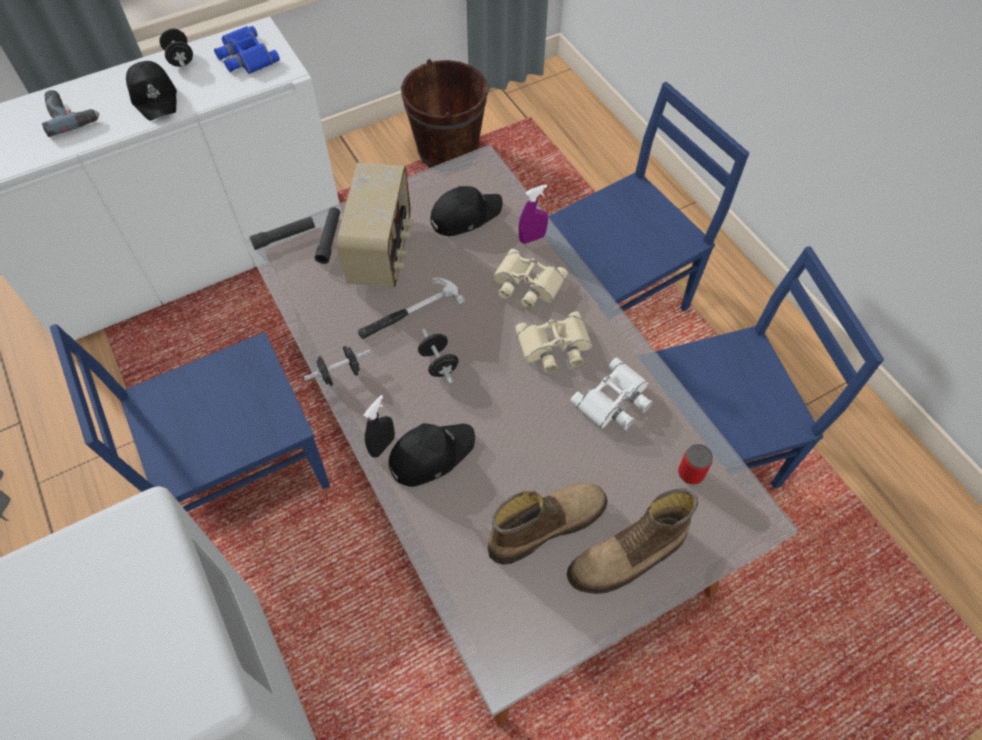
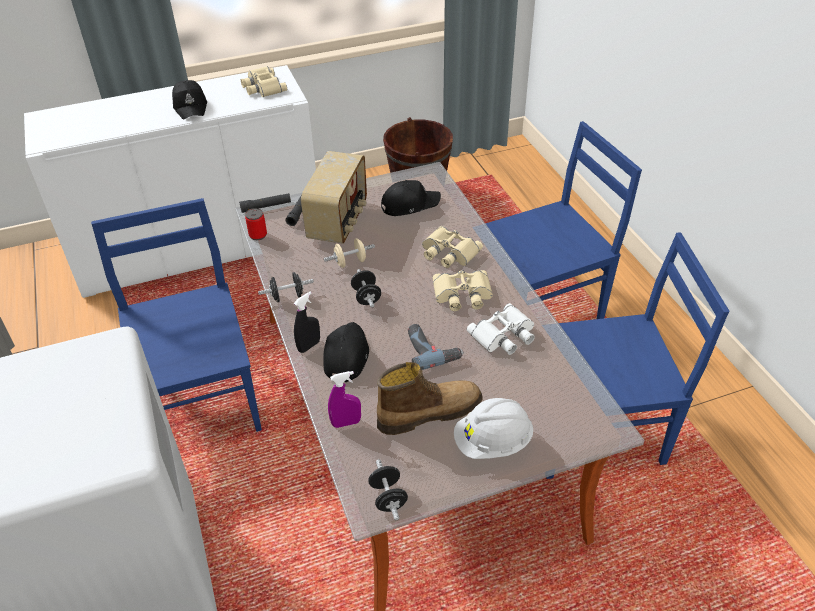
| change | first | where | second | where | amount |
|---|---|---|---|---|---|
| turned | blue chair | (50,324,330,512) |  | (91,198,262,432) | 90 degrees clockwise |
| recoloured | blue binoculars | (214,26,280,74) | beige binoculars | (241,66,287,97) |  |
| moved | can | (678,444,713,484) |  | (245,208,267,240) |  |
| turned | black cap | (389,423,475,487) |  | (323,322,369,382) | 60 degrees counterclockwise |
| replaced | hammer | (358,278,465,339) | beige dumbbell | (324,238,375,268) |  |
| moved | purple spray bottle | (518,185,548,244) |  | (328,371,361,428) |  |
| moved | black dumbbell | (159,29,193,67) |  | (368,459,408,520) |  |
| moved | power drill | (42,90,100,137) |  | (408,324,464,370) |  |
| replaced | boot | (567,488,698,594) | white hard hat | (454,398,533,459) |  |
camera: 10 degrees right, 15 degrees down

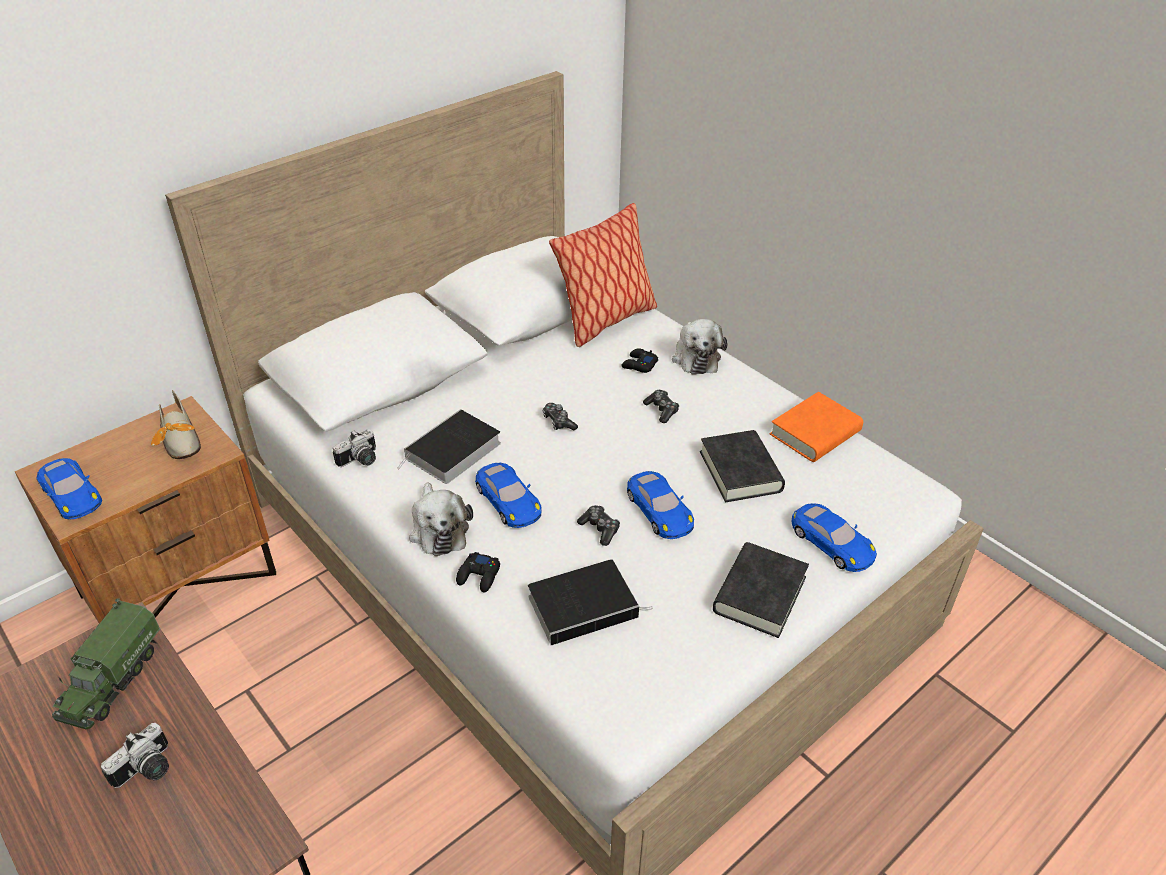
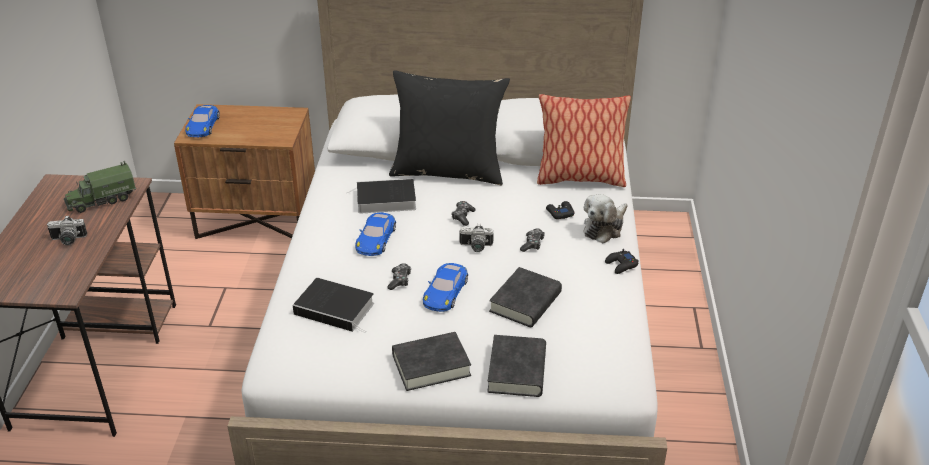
| change | first | where | second | where | amount |
|---|---|---|---|---|---|
| added |  |  | black pillow | (389,70,510,185) |  |
| moved | photo camera | (333,429,376,467) |  | (459,224,494,252) |  |
| replaced | blue toy car | (791,503,877,572) | black book | (487,335,546,397) |  |
| moved | black game controller | (456,552,500,592) |  | (605,249,639,274) |  |
| removed | shoe | (151,390,201,459) |  |  |  |
| removed | plush toy | (409,483,473,556) |  |  |  |
| removed | orange book | (770,392,863,462) |  |  |  |
camera: 45 degrees right, 5 degrees down

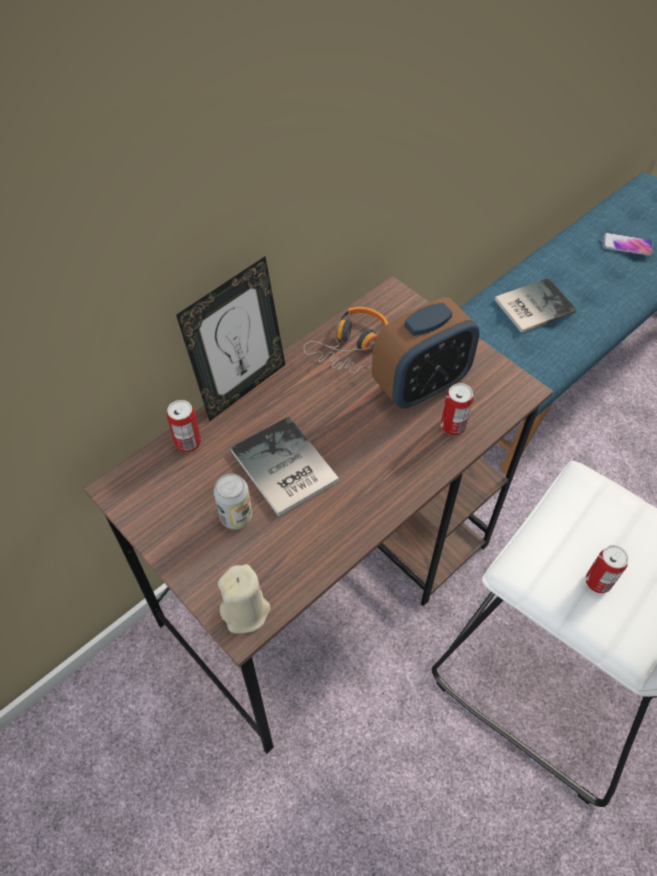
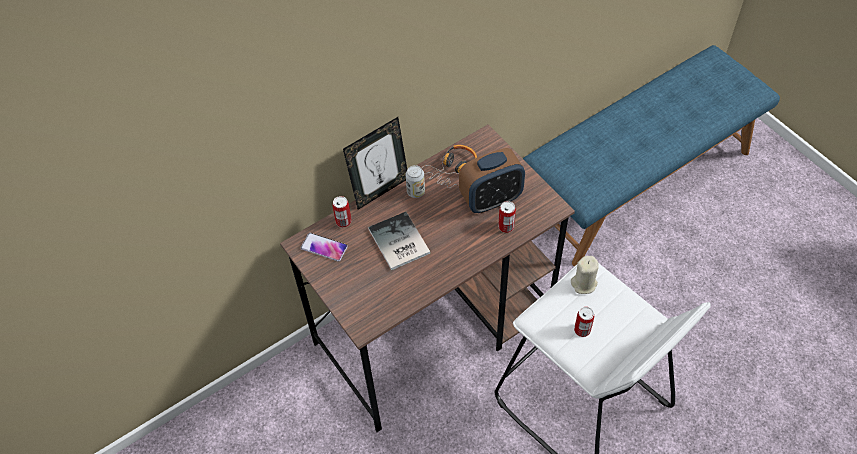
| change | first | where | second | where | amount |
|---|---|---|---|---|---|
| moved | phone | (603,233,652,256) |  | (301,233,348,262) |  |
| moved | can | (214,474,252,529) |  | (406,165,425,198) |  |
| moved | beige candle | (218,564,271,633) |  | (571,256,599,294) |  |
| removed | book | (495,278,576,333) |  |  |  |
camera: 10 degrees right, 0 degrees up

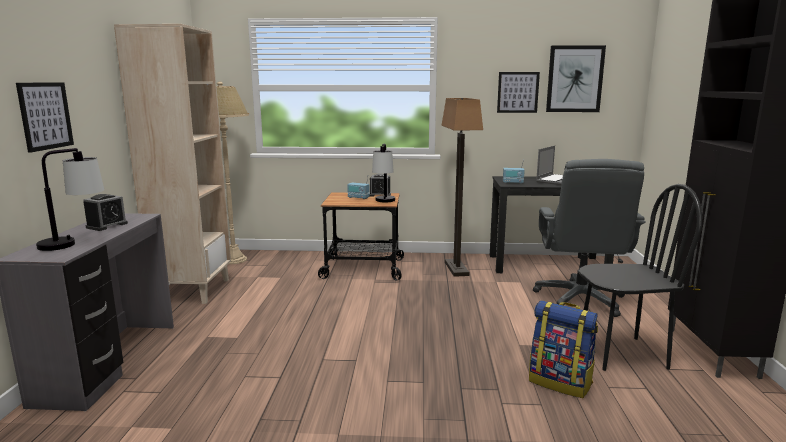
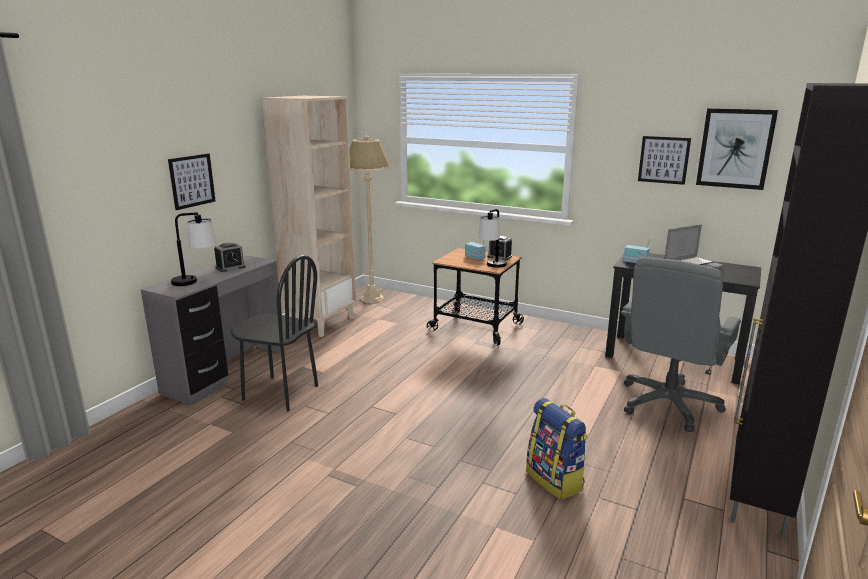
| change | first | where | second | where | amount |
|---|---|---|---|---|---|
| moved | black chair | (579,184,702,371) |  | (230,255,318,411) |  |
| removed | floor lamp | (441,98,483,277) |  |  |  |
camera: 25 degrees right, 5 degrees up

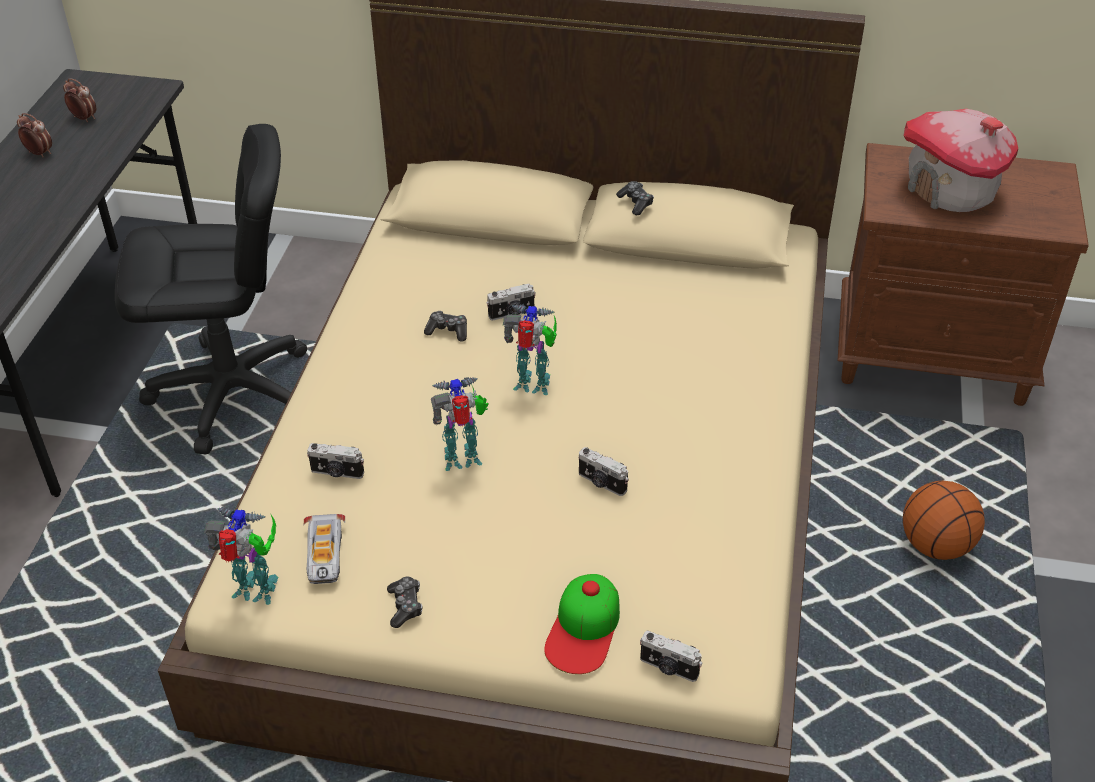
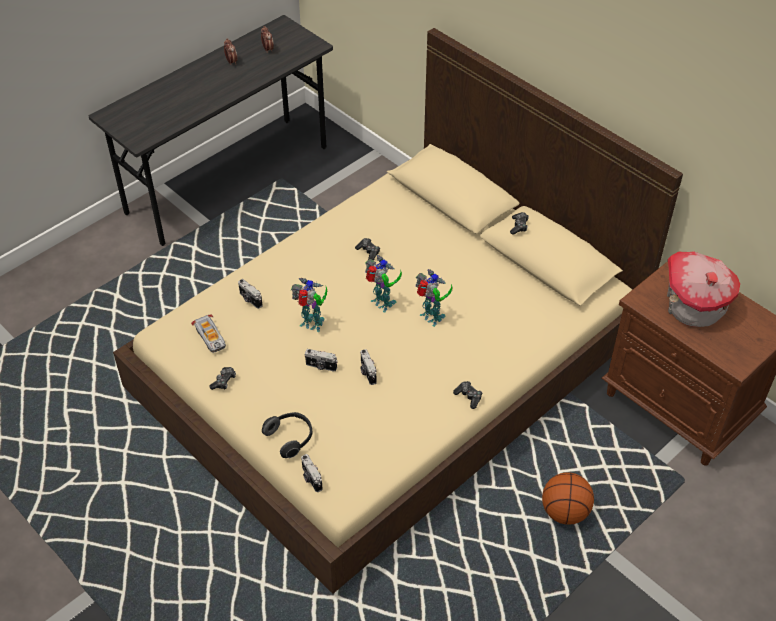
| change | first | where | second | where | amount |
|---|---|---|---|---|---|
| turned | toy car | (304,514,345,584) |  | (191,314,226,353) | 60 degrees counterclockwise |
| replaced | cap | (544,574,620,674) | headphones | (262,412,313,458) |  |
| moved | photo camera | (486,284,536,321) |  | (304,349,338,372) |  |
| moved | toy robot | (204,507,278,605) |  | (416,269,452,327) |  |
| added |  |  | game controller | (453,381,483,409) |  |
| removed | black office chair | (115,124,307,455) |  |  |  |
camera: 35 degrees right, 5 degrees up

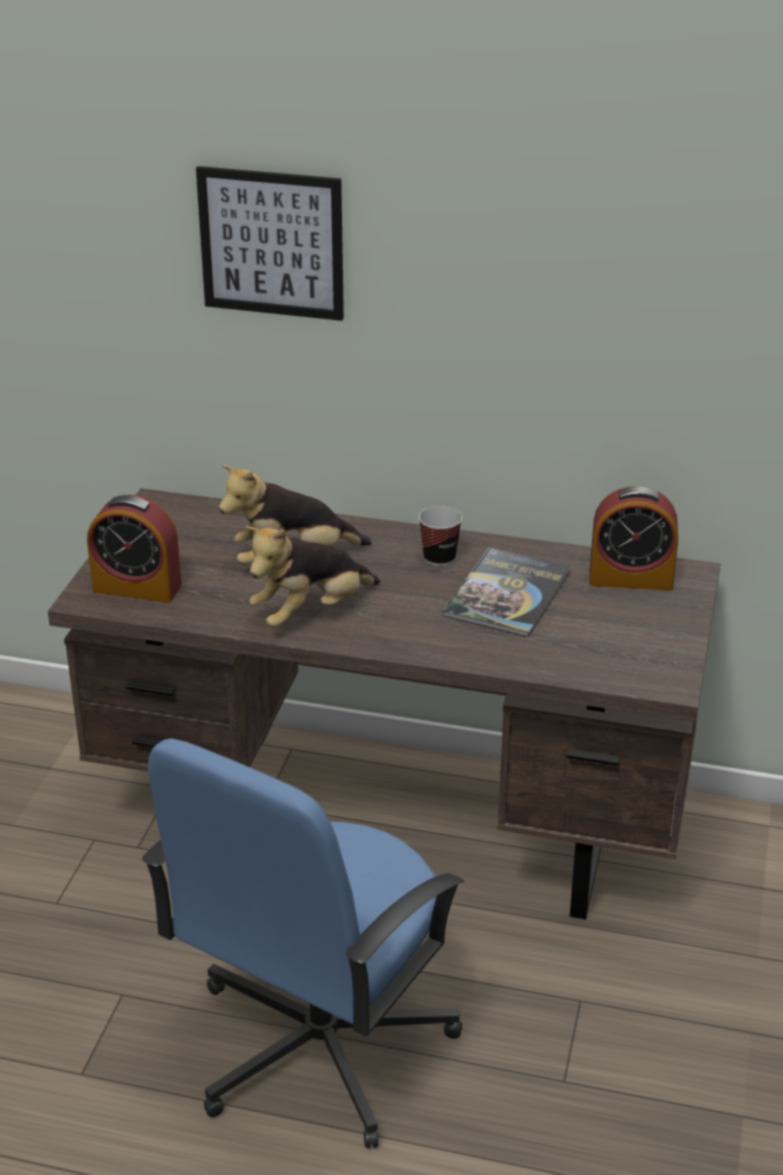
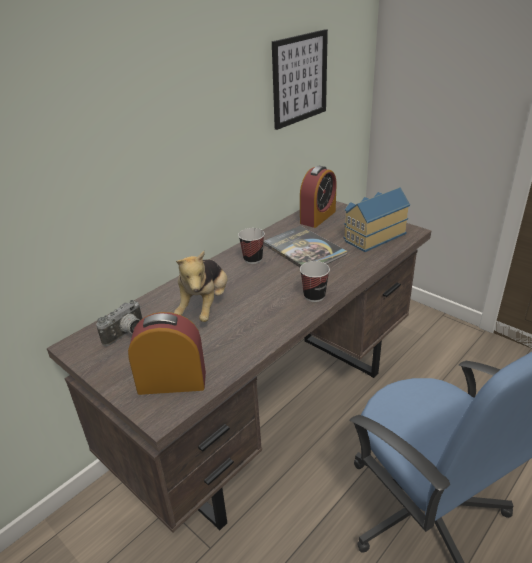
| change | first | where | second | where | amount |
|---|---|---|---|---|---|
| added |  |  | photo camera | (96,300,142,346) |  |
| turned | alarm clock | (87,495,182,603) |  | (128,312,206,395) | 135 degrees counterclockwise |
| moved | picture | (196,166,344,321) |  | (272,29,328,130) |  |
| added |  |  | cup | (300,261,330,302) |  |
| added |  |  | toy house | (344,187,410,252) |  |
| removed | plush toy | (245,526,380,628) |  |  |  |
camera: 60 degrees left, 0 degrees up

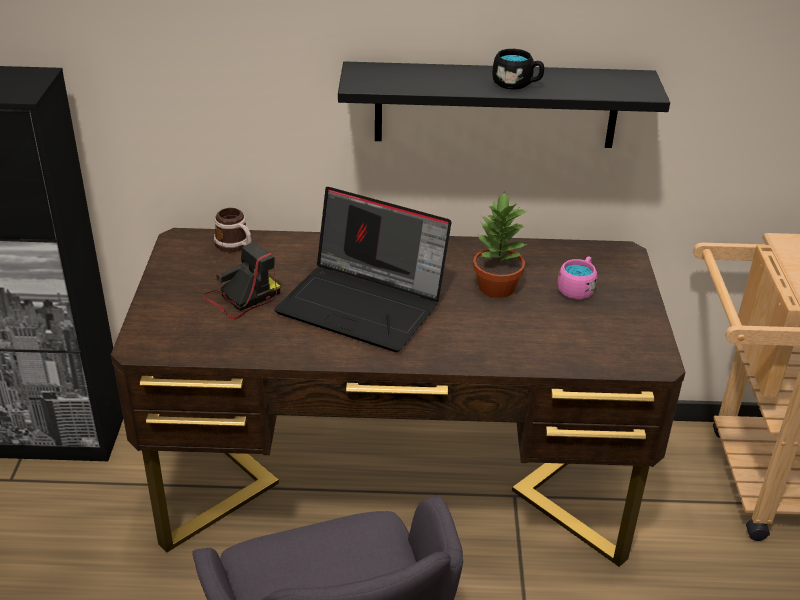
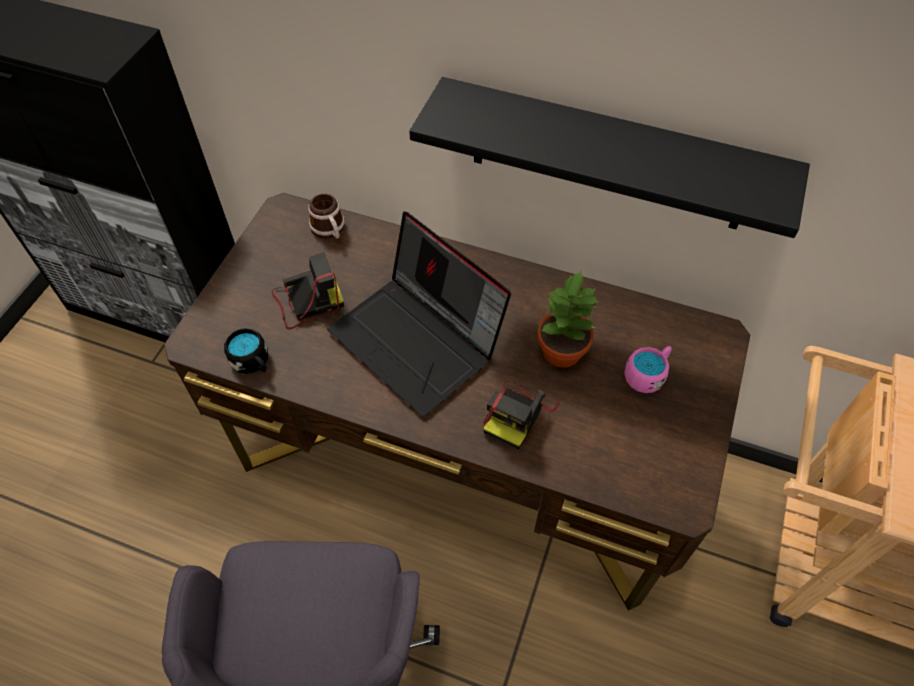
| change | first | where | second | where | amount |
|---|---|---|---|---|---|
| moved | black mug | (492,49,544,89) |  | (224,328,268,374) |  |
| added |  |  | photo camera | (483,381,559,450) |  |
camera: 20 degrees right, 20 degrees up

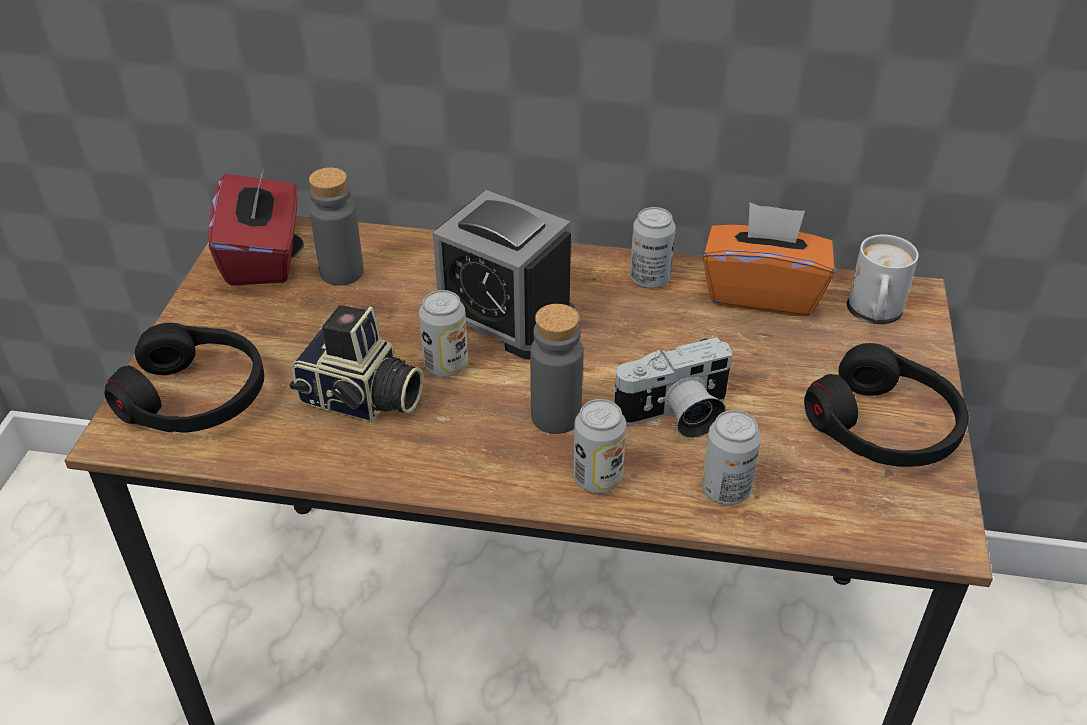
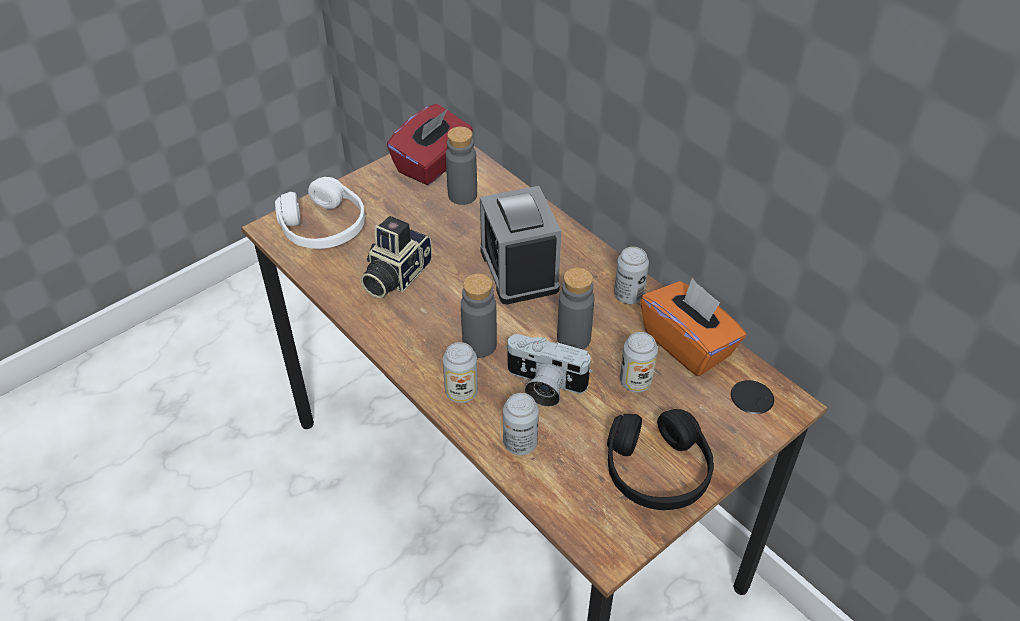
| change | first | where | second | where | amount |
|---|---|---|---|---|---|
| recoloured | black headphones | (104,323,264,433) | white headphones | (275,177,365,249) |  |
| turned | photo camera | (289,305,424,422) |  | (360,216,432,298) | 60 degrees clockwise |
| added |  |  | grey bottle | (557,267,595,349) |  |
| moved | can | (419,290,468,377) |  | (620,332,658,392) |  |
| removed | white mug | (849,234,919,321) |  |  |  |
camera: 40 degrees right, 5 degrees up

